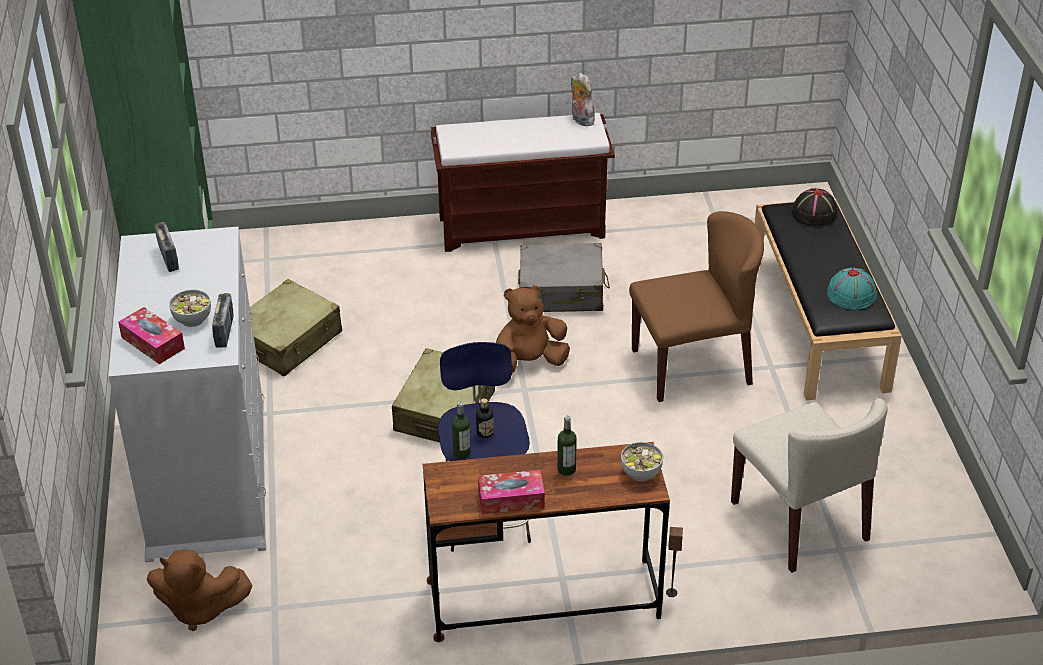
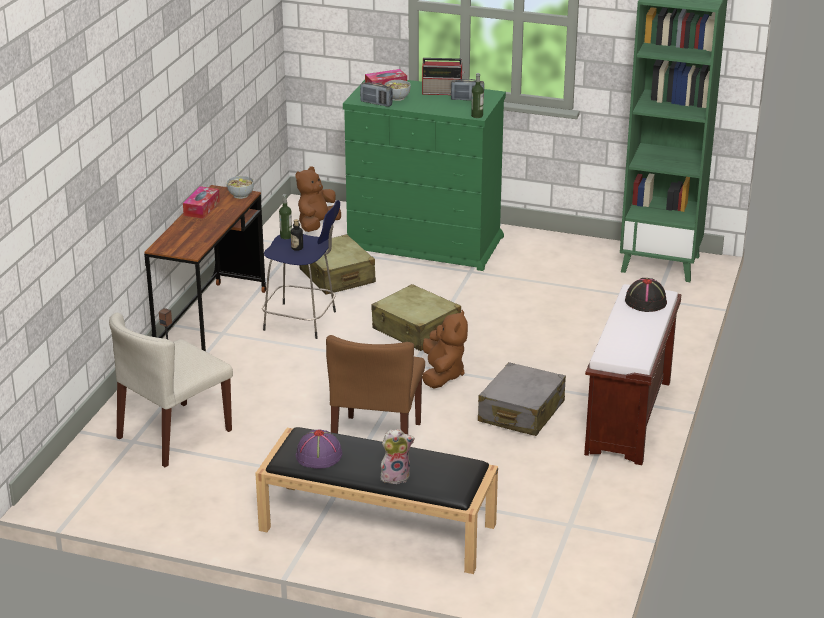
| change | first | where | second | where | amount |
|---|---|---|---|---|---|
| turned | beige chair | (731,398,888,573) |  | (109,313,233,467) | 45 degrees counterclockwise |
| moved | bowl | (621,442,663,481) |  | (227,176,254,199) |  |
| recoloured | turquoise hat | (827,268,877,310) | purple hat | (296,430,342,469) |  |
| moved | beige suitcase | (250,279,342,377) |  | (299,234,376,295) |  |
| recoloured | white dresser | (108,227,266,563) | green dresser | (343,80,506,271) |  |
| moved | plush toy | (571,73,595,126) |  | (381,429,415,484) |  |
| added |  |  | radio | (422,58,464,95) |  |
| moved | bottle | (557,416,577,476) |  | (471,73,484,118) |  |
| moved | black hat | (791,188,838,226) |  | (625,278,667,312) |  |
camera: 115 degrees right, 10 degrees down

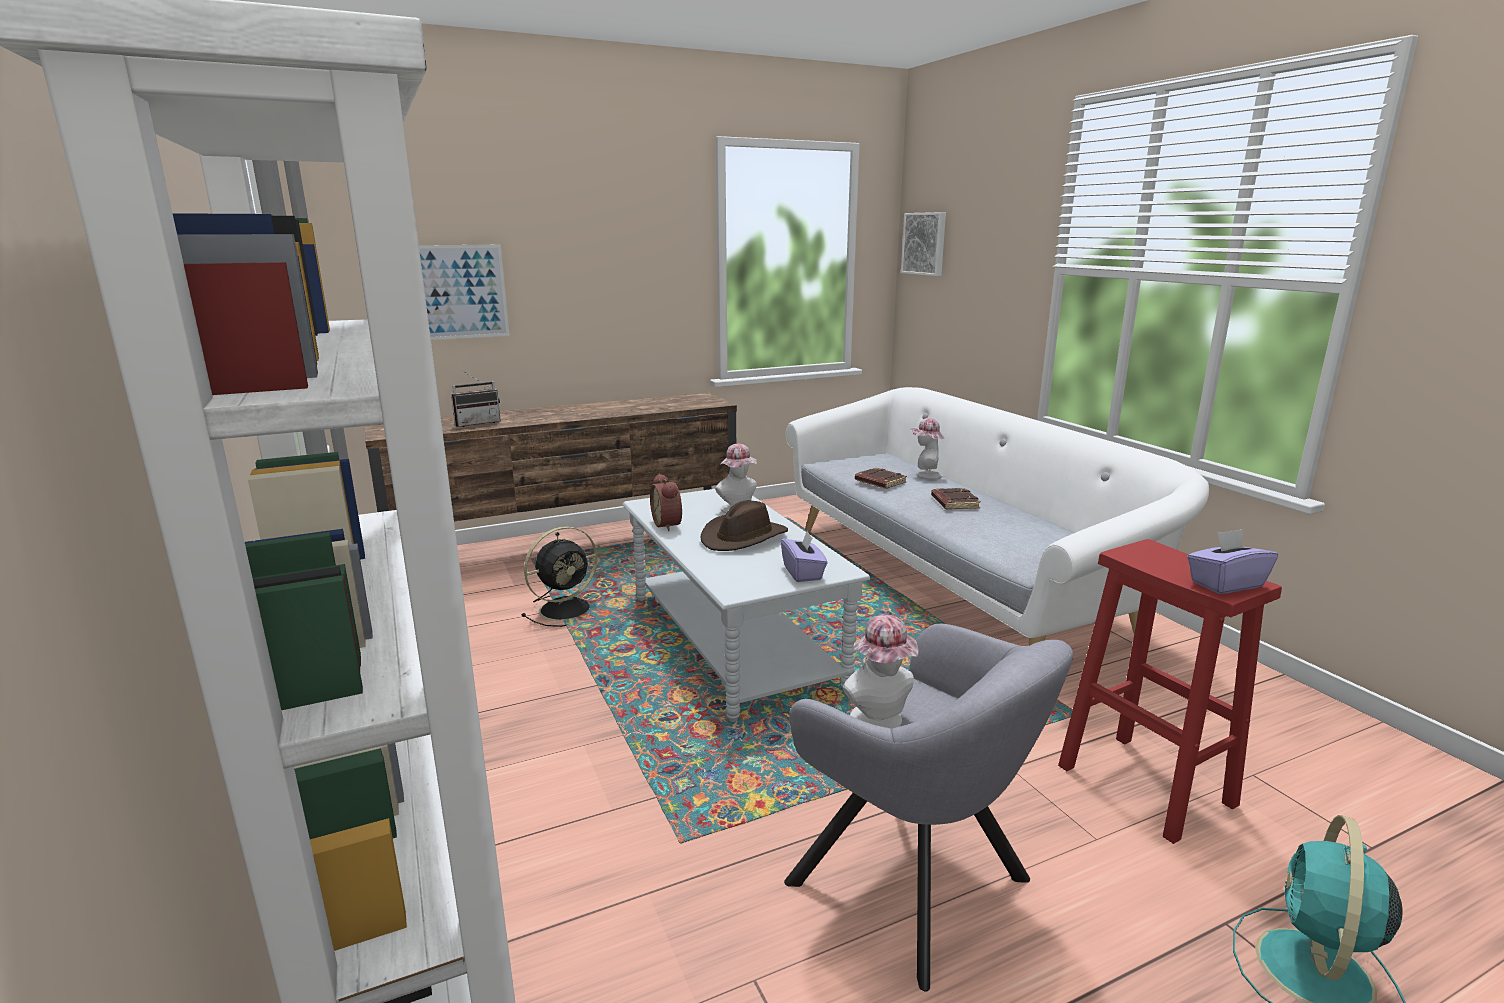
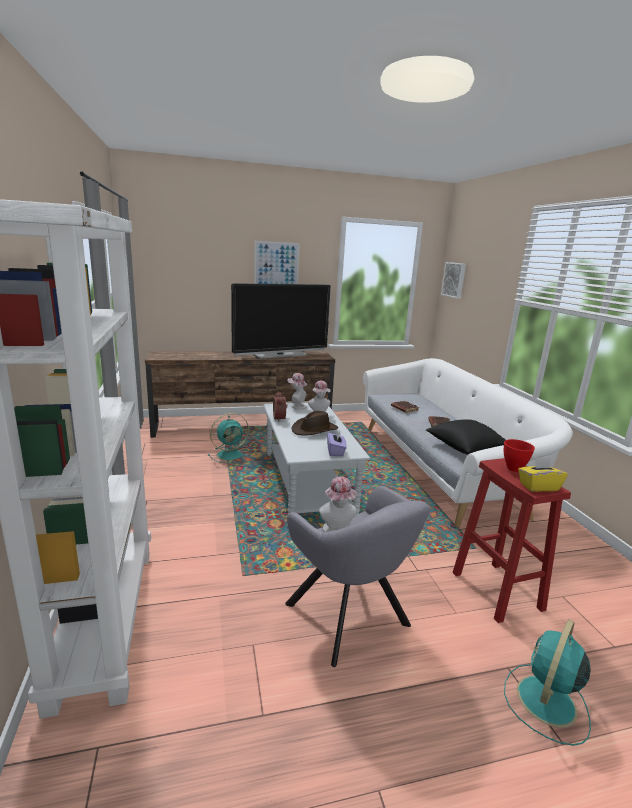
| change | first | where | second | where | amount |
|---|---|---|---|---|---|
| recoloured | black fan | (521,526,598,627) | turquoise fan | (208,413,249,463) |  |
| added |  |  | television | (231,283,331,359) |  |
| moved | picture | (419,245,510,340) |  | (254,241,300,284) |  |
| moved | hat | (910,418,944,479) |  | (287,373,307,409) |  |
| added |  |  | black pillow | (426,419,506,455) |  |
| added |  |  | red bowl | (504,439,535,472) |  |
| recoloured | purple tissue box | (1187,529,1278,594) | yellow tissue box | (518,458,568,492) |  |
| removed | radio | (451,371,501,427) |  |  |  |
camera: 10 degrees right, 0 degrees up

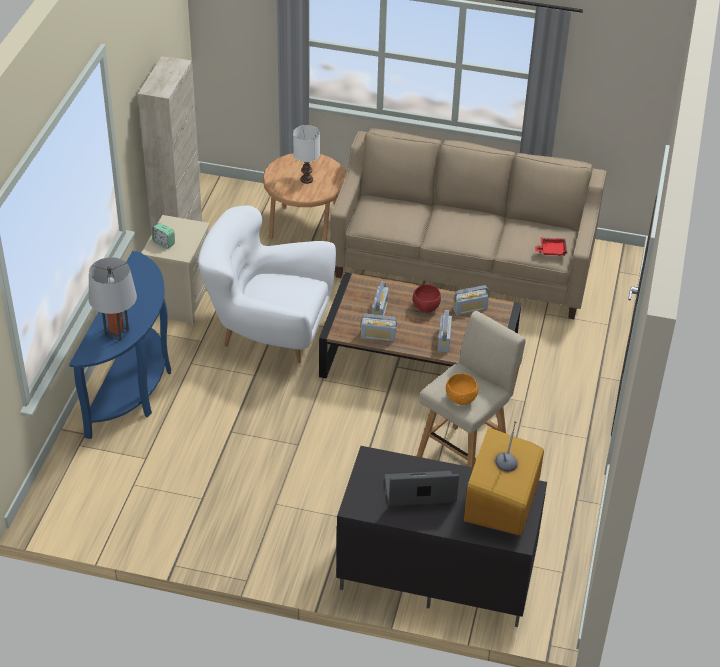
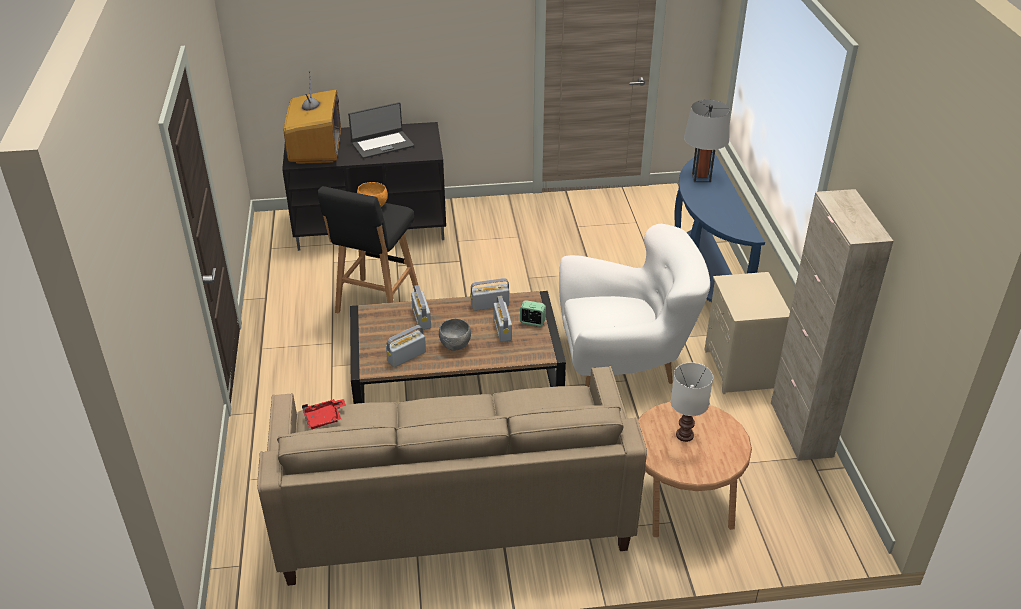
| change | first | where | second | where | amount |
|---|---|---|---|---|---|
| recoloured | beige stool | (417,311,526,468) | black stool | (317,186,418,313) |  |
| recoloured | red bowl | (413,284,441,313) | grey bowl | (439,319,471,351) |  |
| moved | alarm clock | (152,223,175,249) |  | (520,300,546,327) |  |
camera: 160 degrees right, 5 degrees down

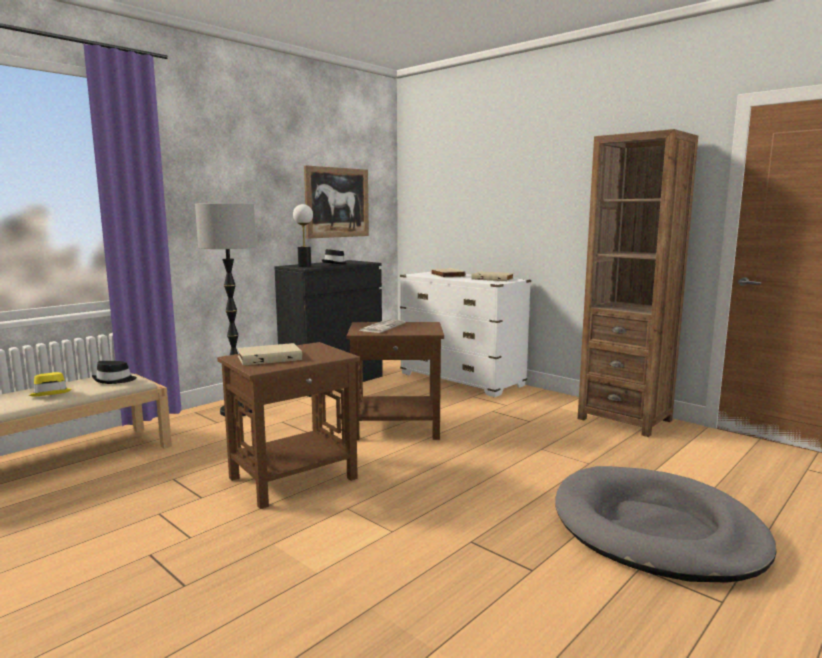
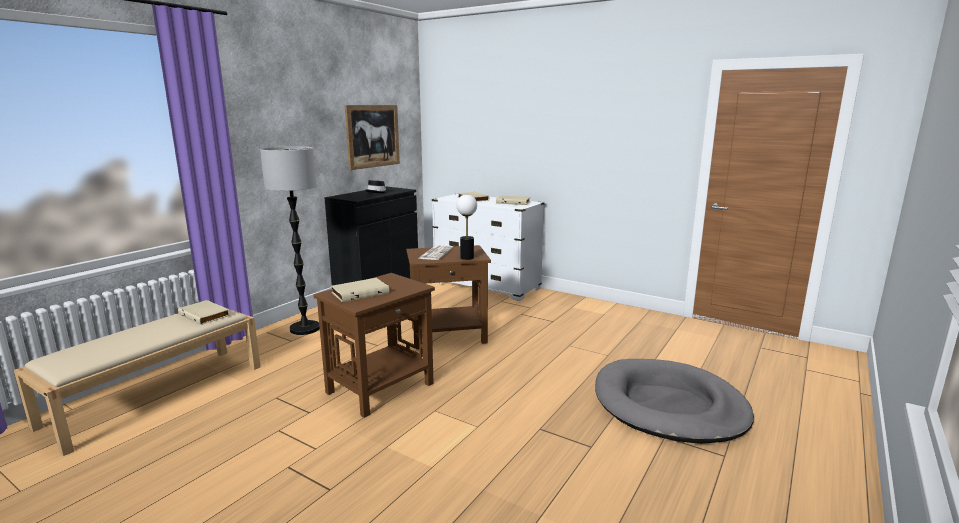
| change | first | where | second | where | amount |
|---|---|---|---|---|---|
| replaced | black hat | (92,361,137,384) | beige book | (178,300,230,325) |  |
| moved | table lamp | (293,204,313,267) |  | (456,194,477,260) |  |
| removed | yellow hat | (29,372,72,397) |  |  |  |
| removed | brown bookcase | (578,129,698,437) |  |  |  |
camera: 10 degrees left, 5 degrees up

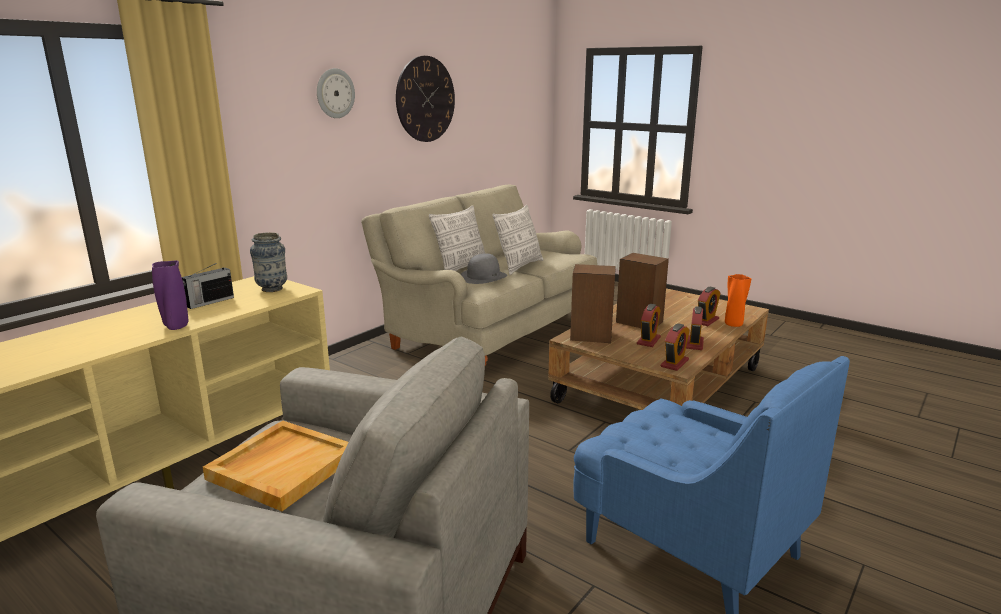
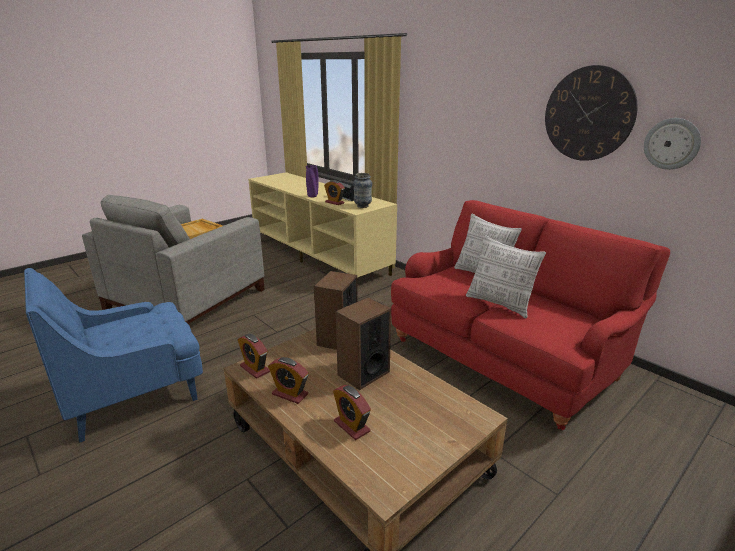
| change | first | where | second | where | amount |
|---|---|---|---|---|---|
| moved | alarm clock | (637,304,661,347) |  | (324,180,345,205) |  |
| recoloured | beige sofa | (361,185,597,365) | red sofa | (391,200,670,430) |  |
| moved | wall clock | (317,68,355,118) |  | (644,118,701,170) |  |
| removed | grey hat | (460,253,507,284) |  |  |  |
| removed | orange vase | (725,274,751,327) |  |  |  |
camera: 100 degrees right, 5 degrees up

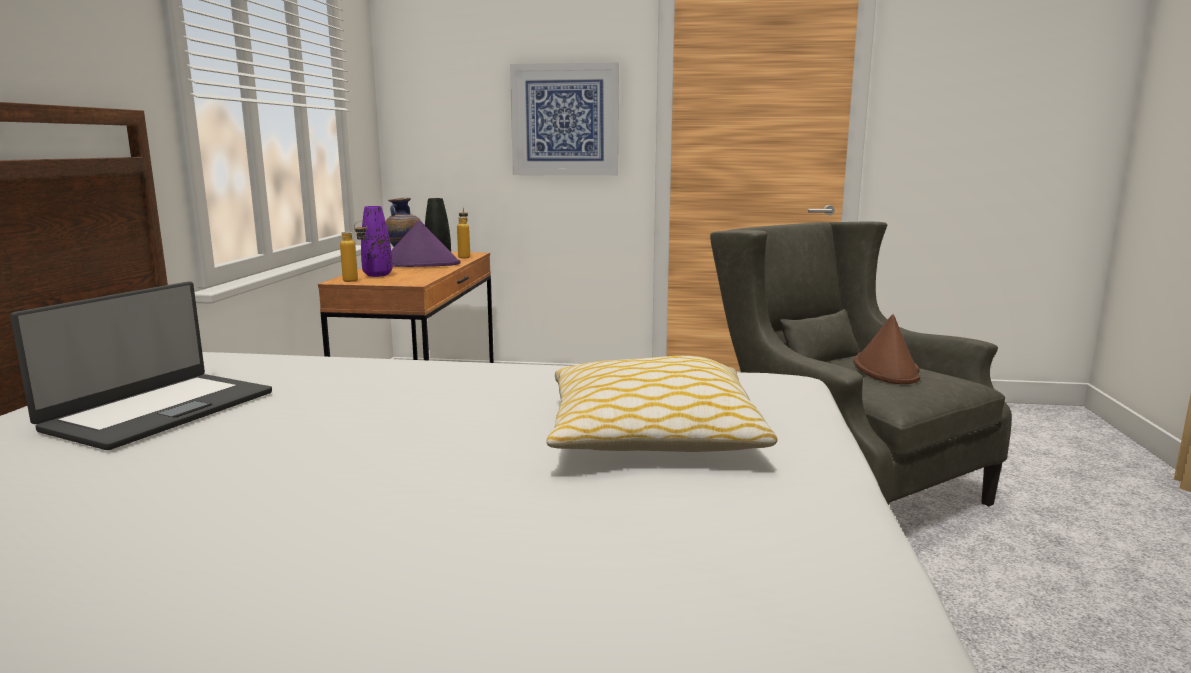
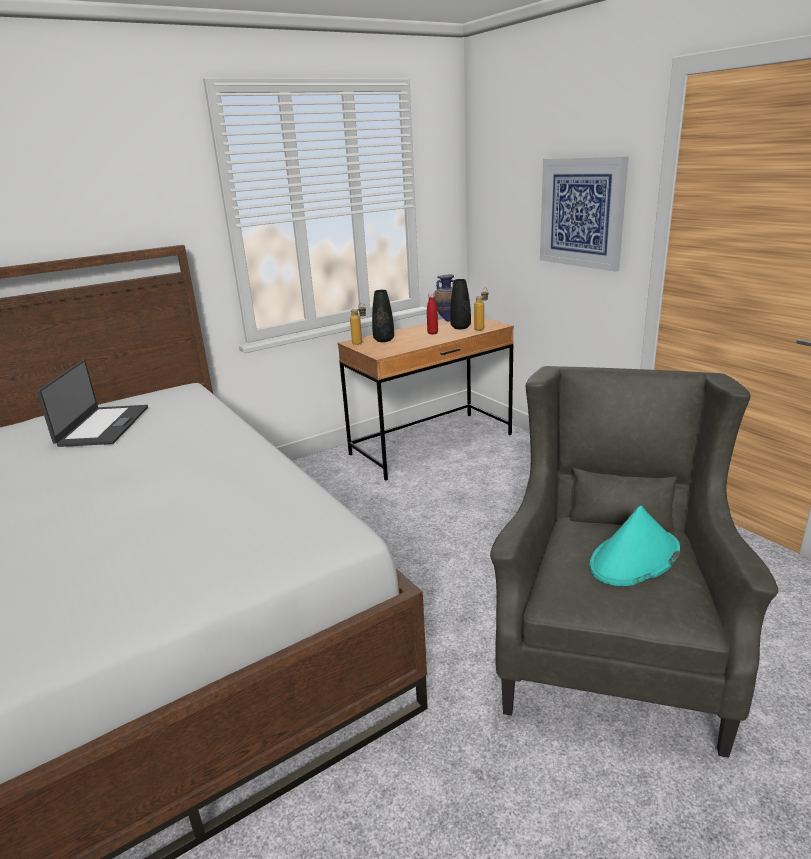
| change | first | where | second | where | amount |
|---|---|---|---|---|---|
| turned | laptop | (10,281,272,450) |  | (37,360,148,447) | 75 degrees counterclockwise |
| recoloured | purple vase | (361,206,392,277) | black vase | (372,290,394,342) |  |
| replaced | purple hat | (391,220,461,267) | red bottle | (427,293,438,335) |  |
| recoloured | brown hat | (853,314,920,384) | turquoise hat | (590,506,680,586) |  |
| removed | pillow | (547,356,777,452) |  |  |  |
camera: 50 degrees right, 10 degrees up

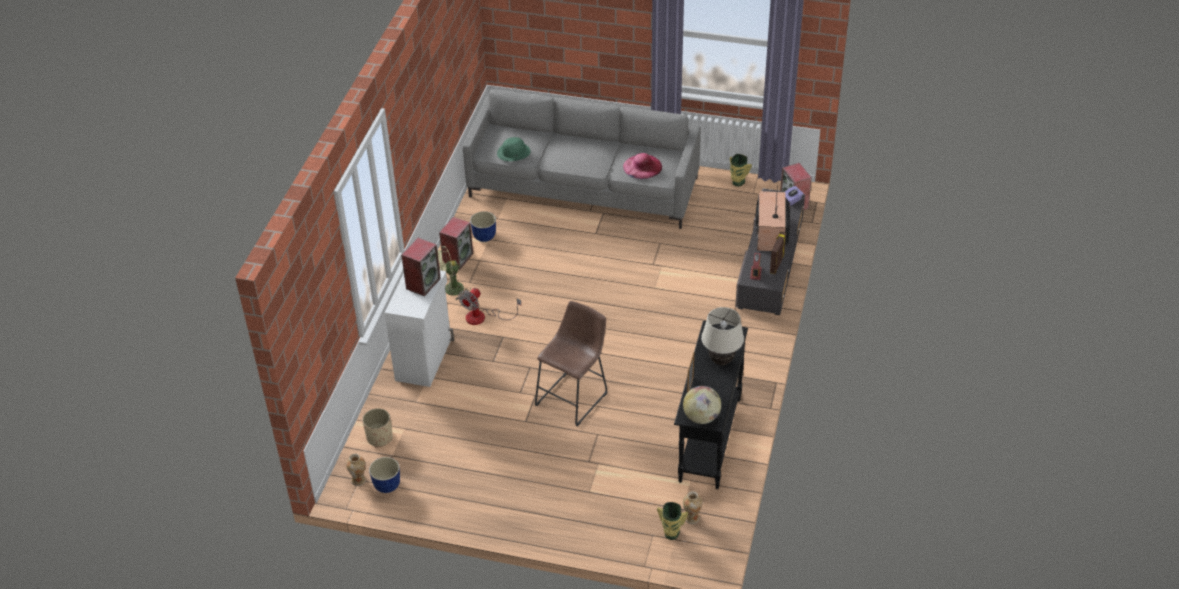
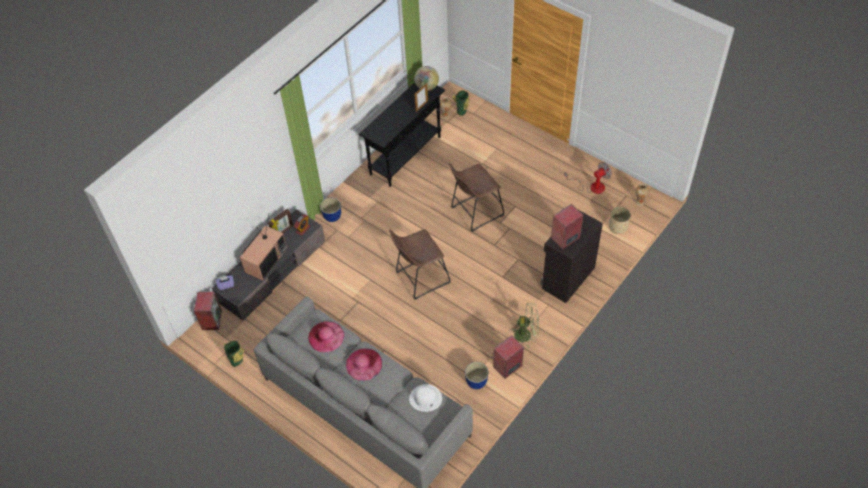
| change | first | where | second | where | amount |
|---|---|---|---|---|---|
| moved | planter | (369,457,400,493) |  | (320,198,341,222) |  |
| added |  |  | pink hat | (346,348,382,381) |  |
| added |  |  | brown stool | (389,229,450,300) |  |
| recoloured | green hat | (497,137,531,161) | white hat | (409,384,442,412) |  |
| recoloured | white cabinet | (384,270,454,387) | black cabinet | (540,210,603,303) |  |
| moved | fan | (458,288,521,325) |  | (564,162,612,194) |  |
| removed | beige table lamp | (701,307,744,365) |  |  |  |
camera: 155 degrees left, 10 degrees up

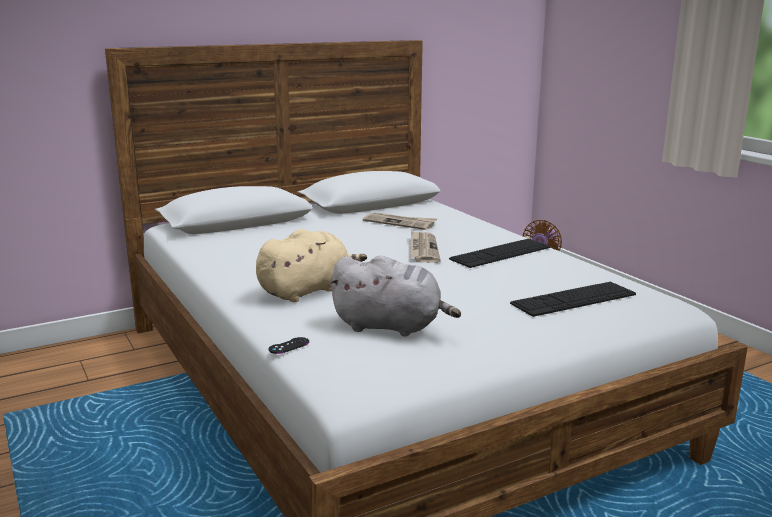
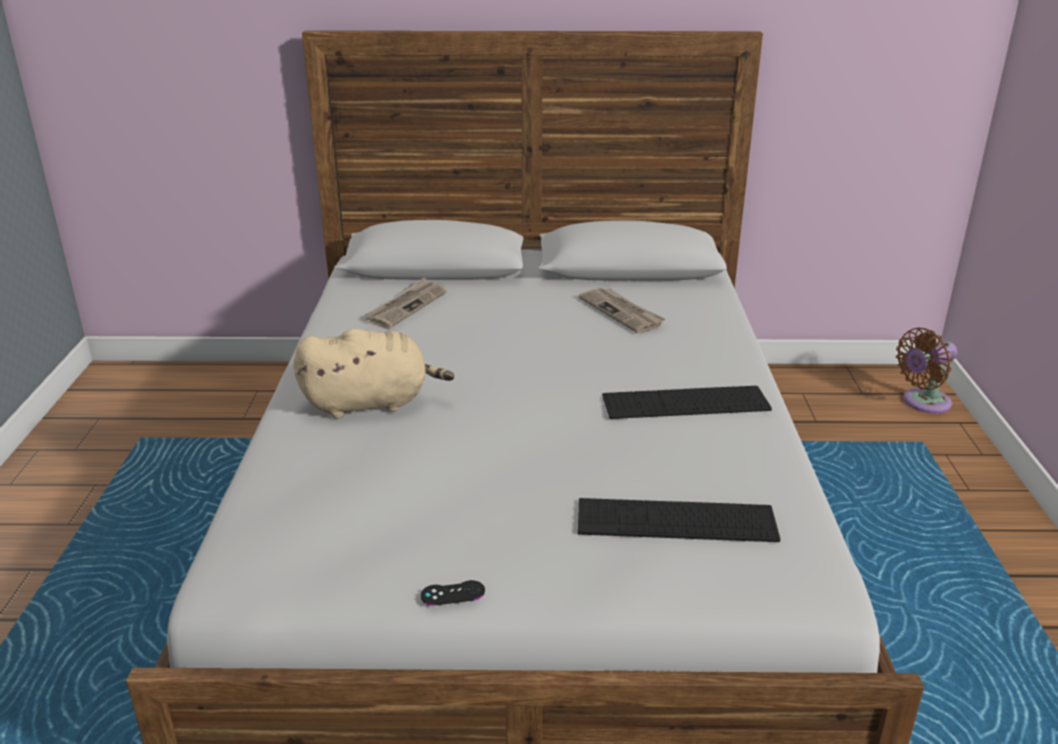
| change | first | where | second | where | amount |
|---|---|---|---|---|---|
| moved | newspaper | (410,230,440,263) |  | (363,278,447,329) |  |
| moved | black game controller | (268,337,309,354) |  | (421,580,485,605) |  |
| removed | grey plush toy | (328,255,461,337) |  |  |  |
camera: 30 degrees right, 10 degrees up

